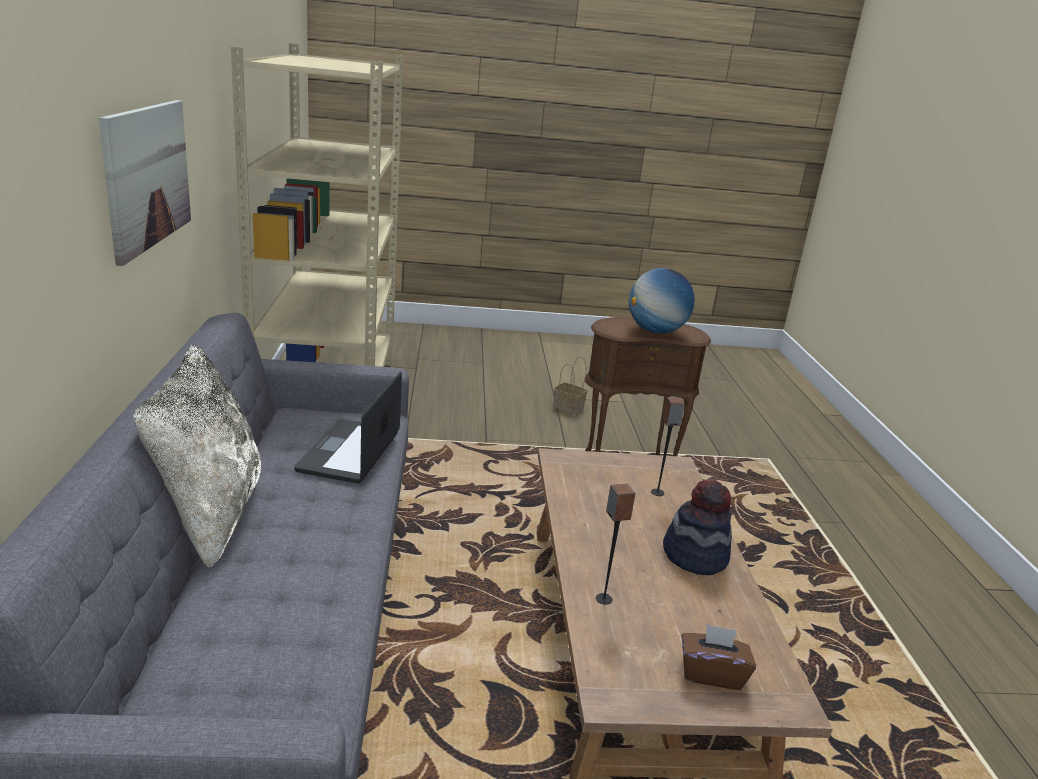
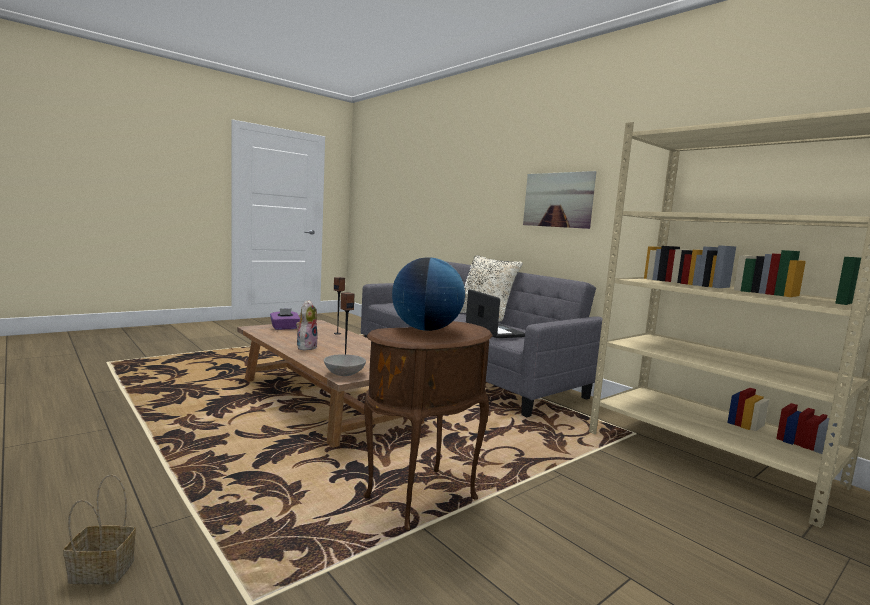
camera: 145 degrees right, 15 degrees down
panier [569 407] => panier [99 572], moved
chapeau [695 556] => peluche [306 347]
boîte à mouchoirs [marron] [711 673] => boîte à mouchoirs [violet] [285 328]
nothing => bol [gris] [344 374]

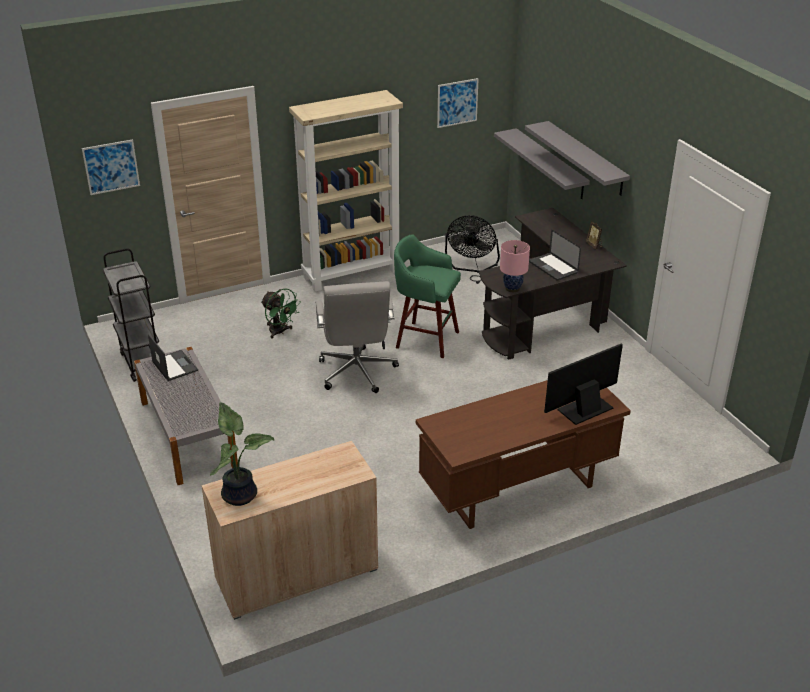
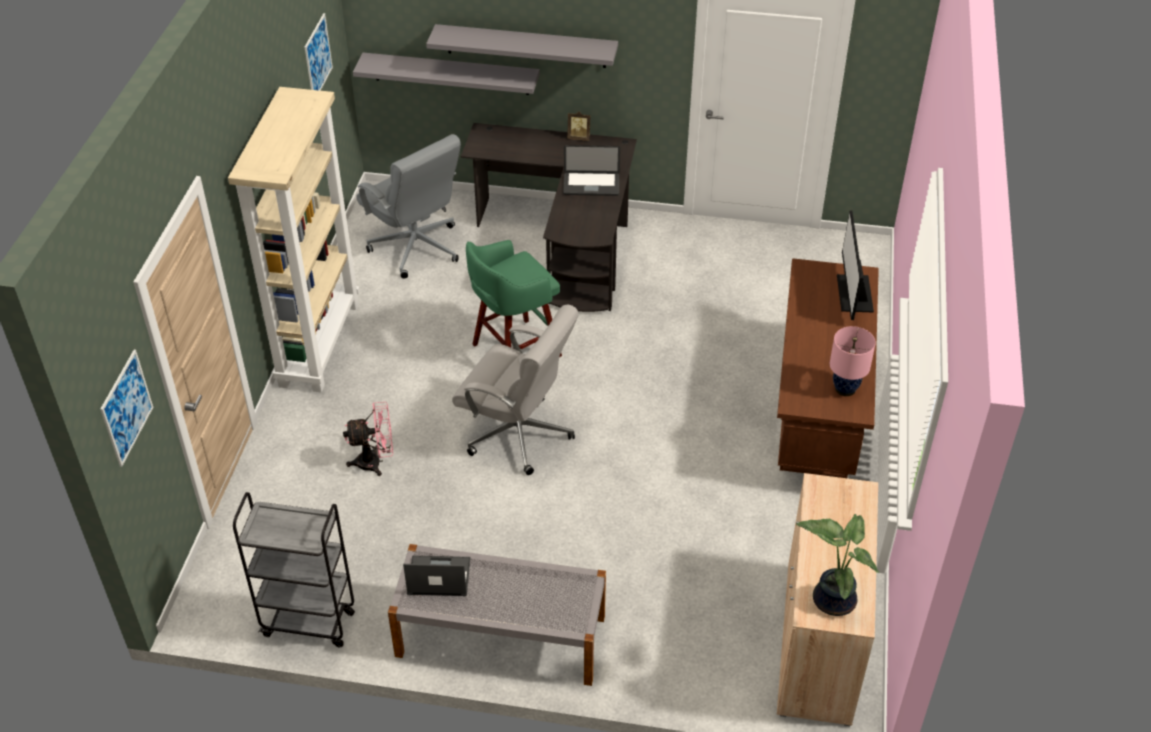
camera: 55 degrees left, 10 degrees up
ventilateur [noir] [471 267] => chaise de bureau [gris] [416 246]
lampe de table [rose] [512 288] => lampe de table [rose] [845 388], moved
ventilateur [vert] [280 332] => ventilateur [rose] [375 462]

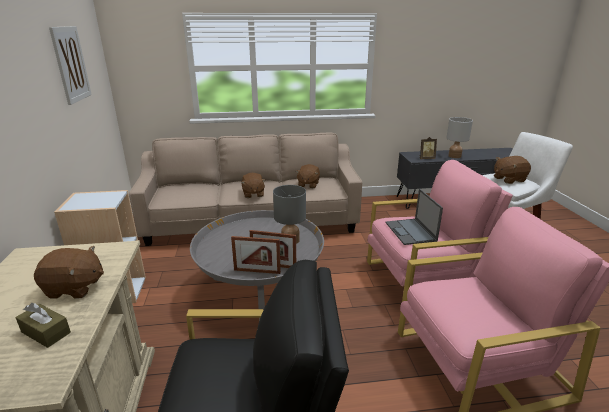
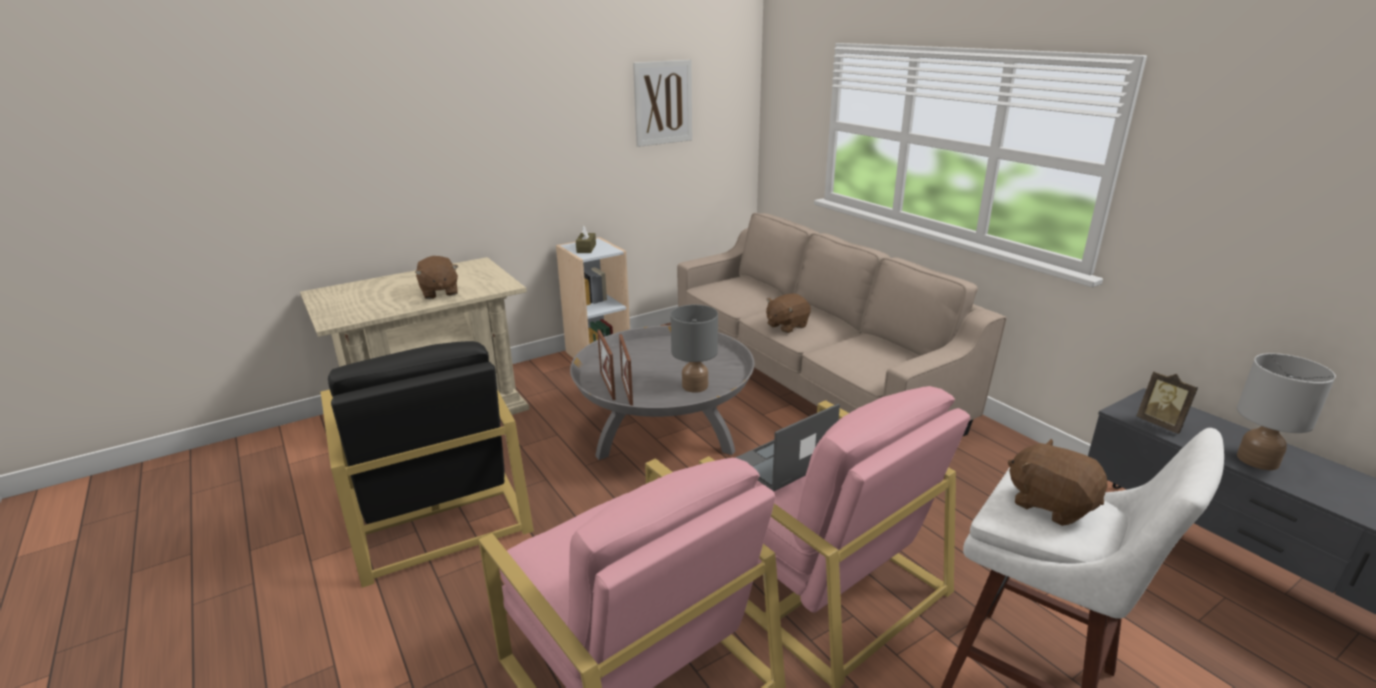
camera: 65 degrees right, 0 degrees up
peluche [marron] [308 184] => nothing
boîte à mouchoirs [marron] [46 332] => boîte à mouchoirs [marron] [586 248], moved

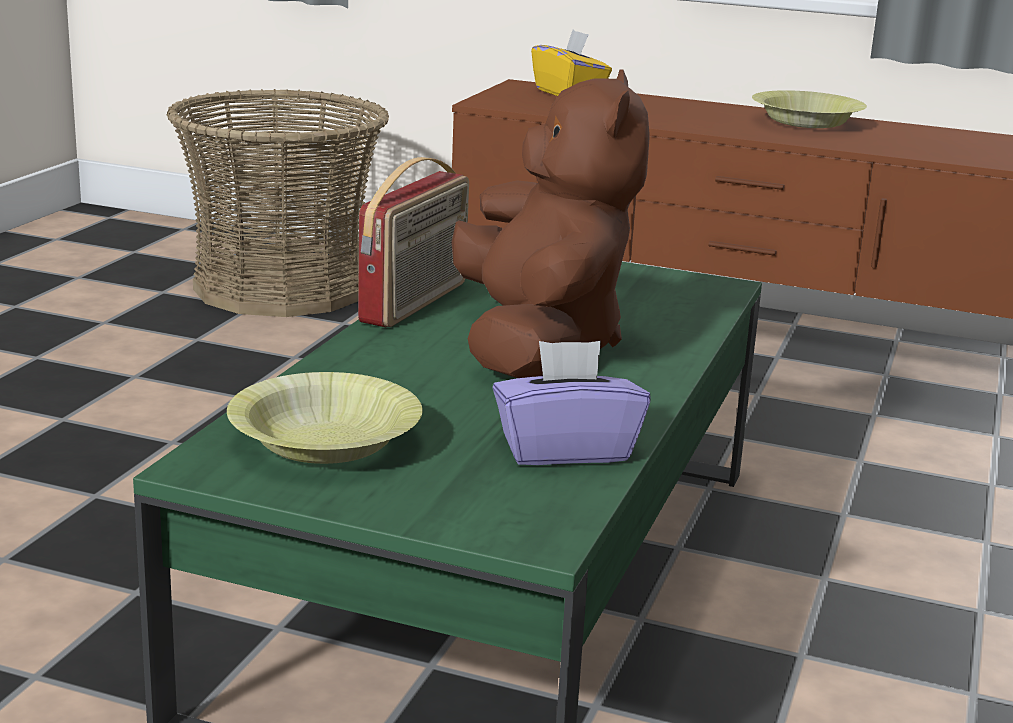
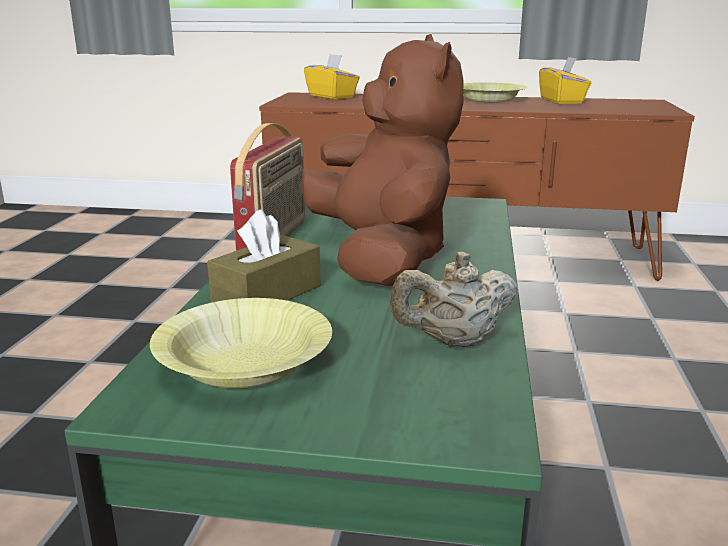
camera: 10 degrees left, 0 degrees up
panier [281 287] => nothing
boîte à mouchoirs [violet] [565 449] => théière [beige] [454 342]
nothing => boîte à mouchoirs [jaune] [562 101]
nothing => boîte à mouchoirs [marron] [267 294]

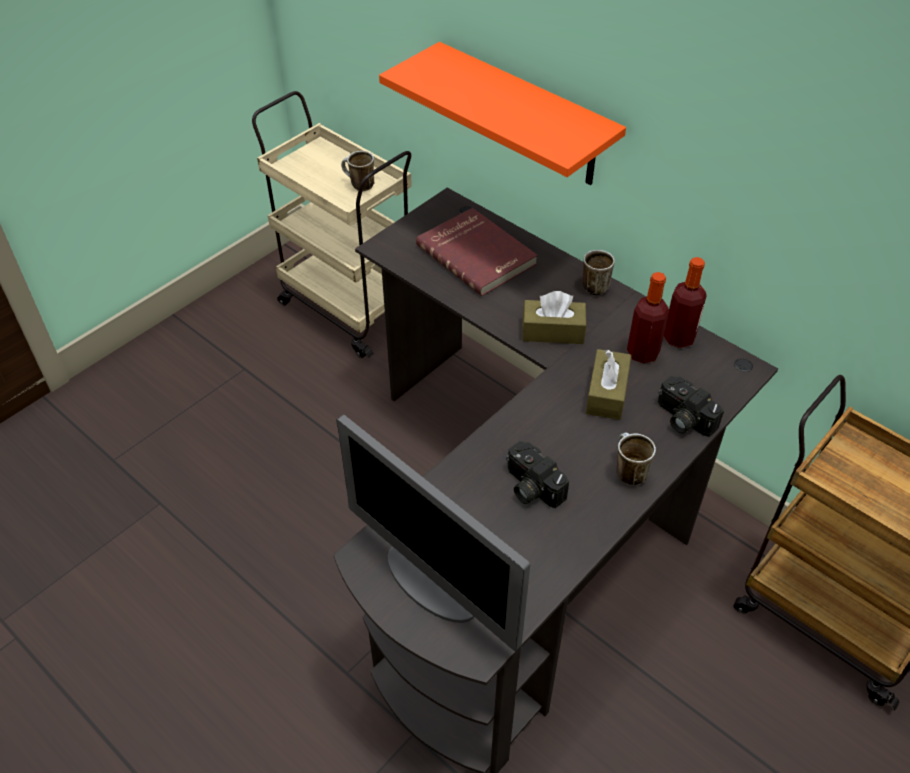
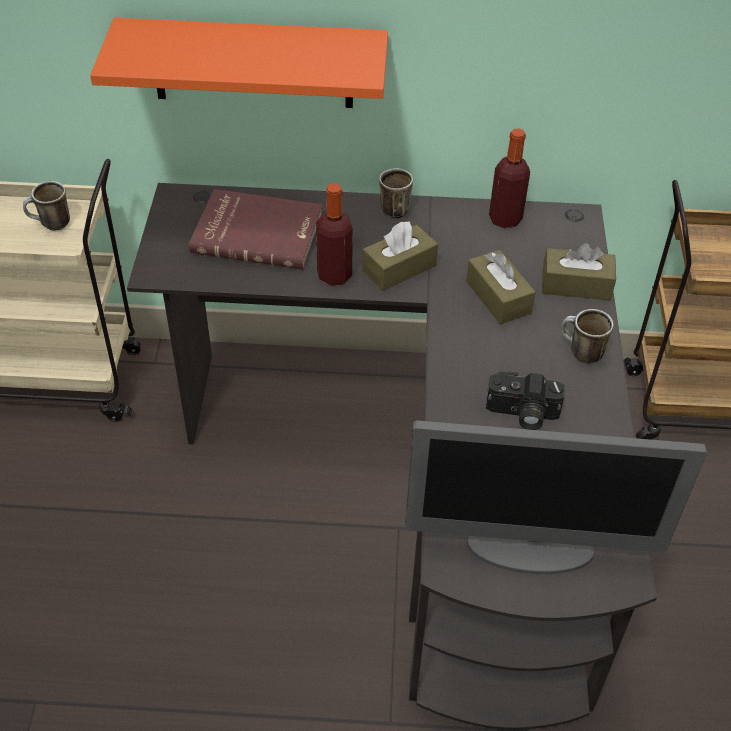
camera: 40 degrees left, 0 degrees up
bouteille [642 353] => bouteille [334 275], moved
appareil photo [682 419] => boîte à mouchoirs [marron] [576 285]

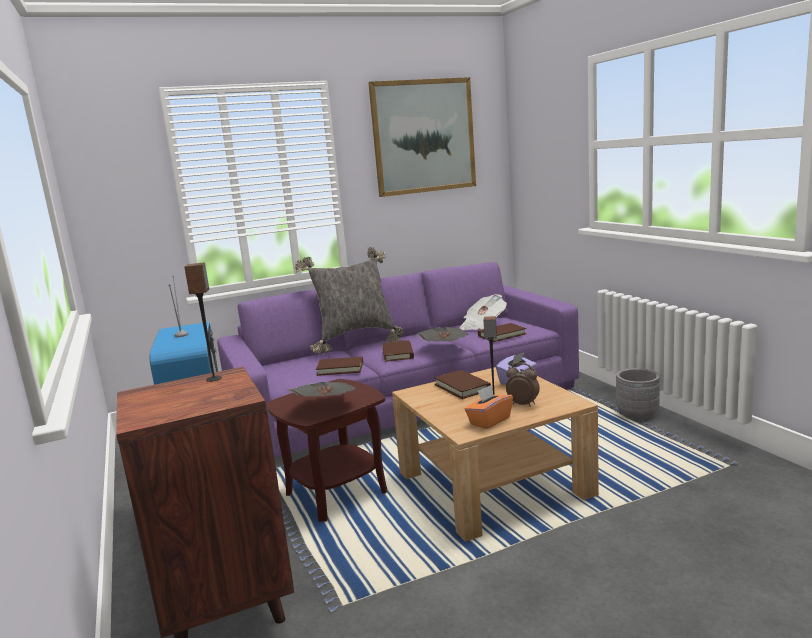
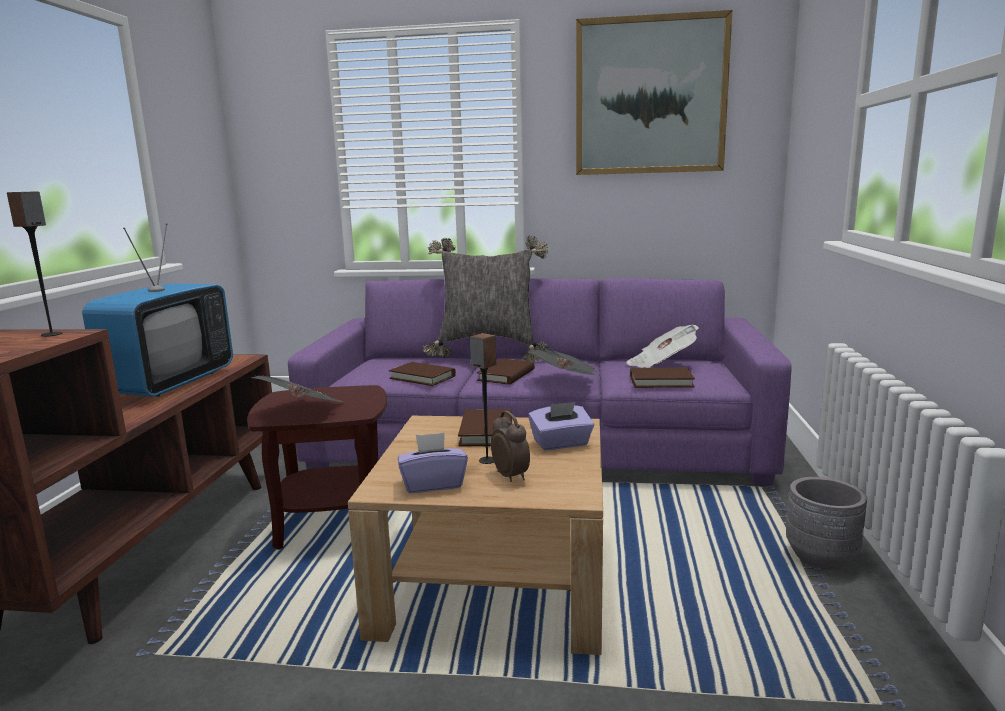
camera: 30 degrees right, 0 degrees up
boîte à mouchoirs [orange] [489 421] => boîte à mouchoirs [violet] [433 484]

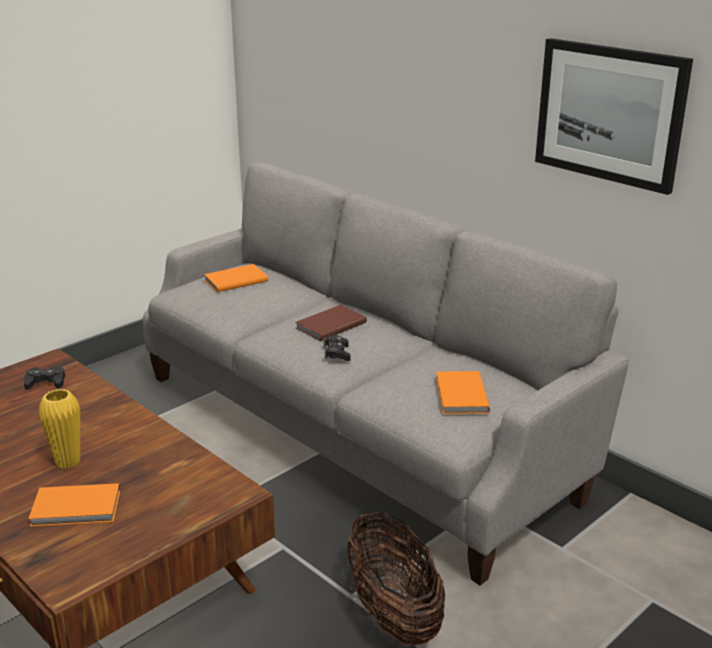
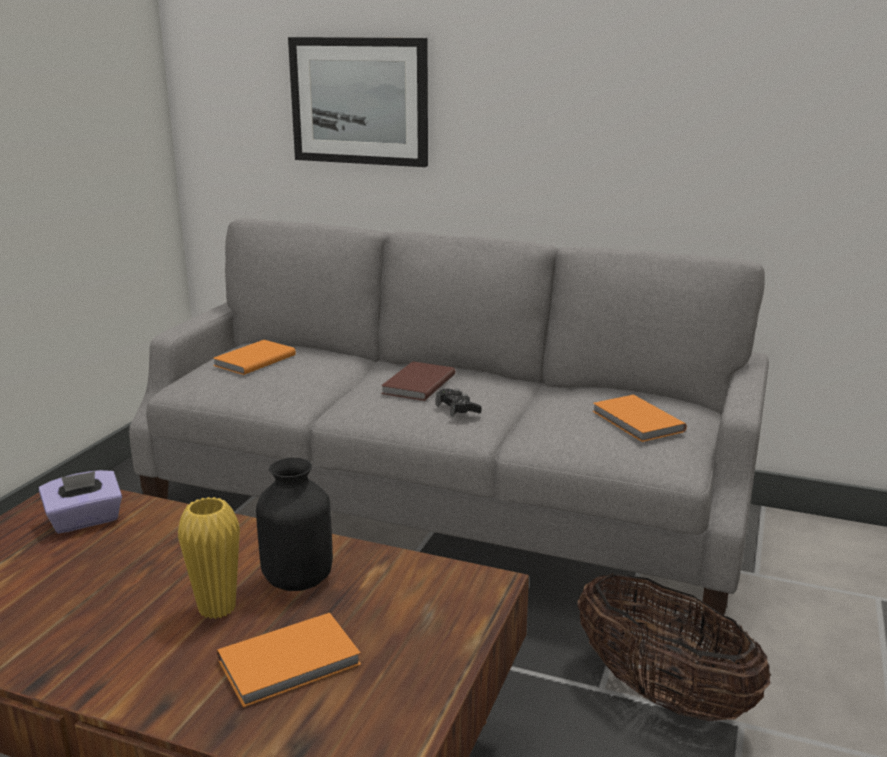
camera: 25 degrees left, 5 degrees down
tableau [609 113] => tableau [359 101], moved
manette [noir] [46 382] => boîte à mouchoirs [violet] [85 520]
nothing => vase [noir] [296 579]

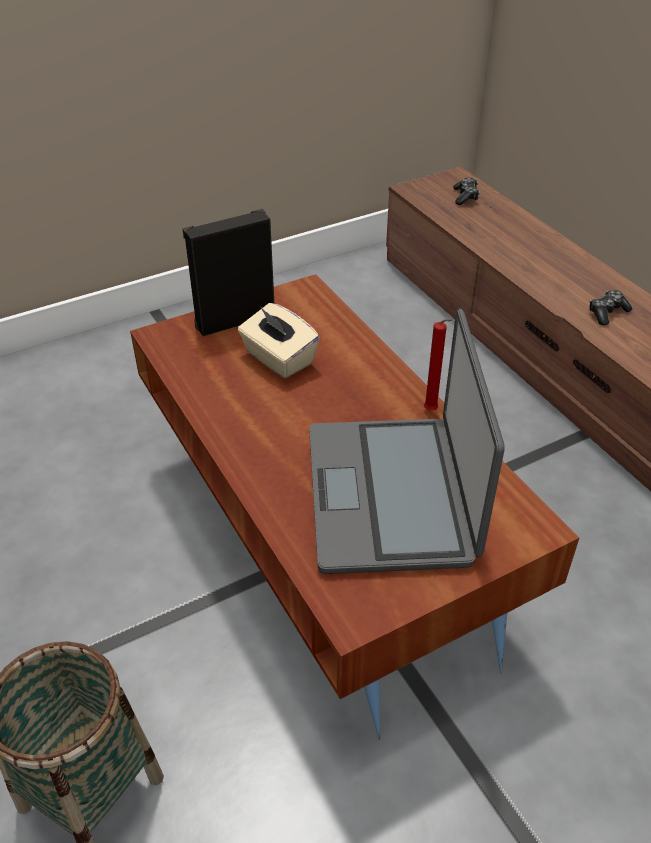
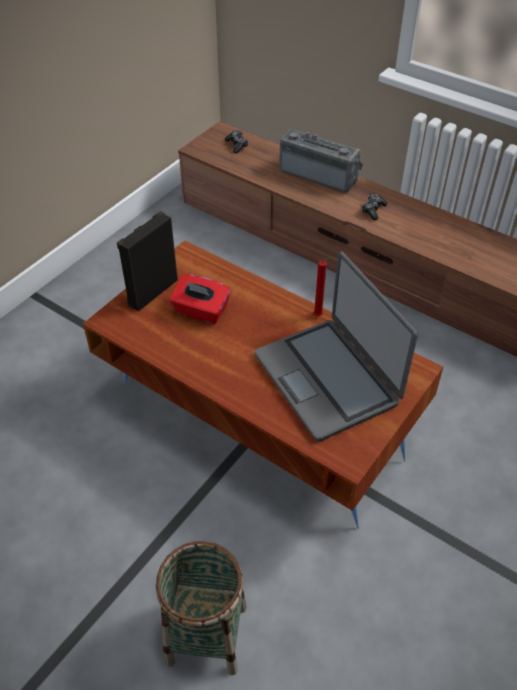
camera: 25 degrees left, 5 degrees up
boîte à mouchoirs [beige] [278 359] => boîte à mouchoirs [rouge] [201 311]
nothing => radio [319 174]

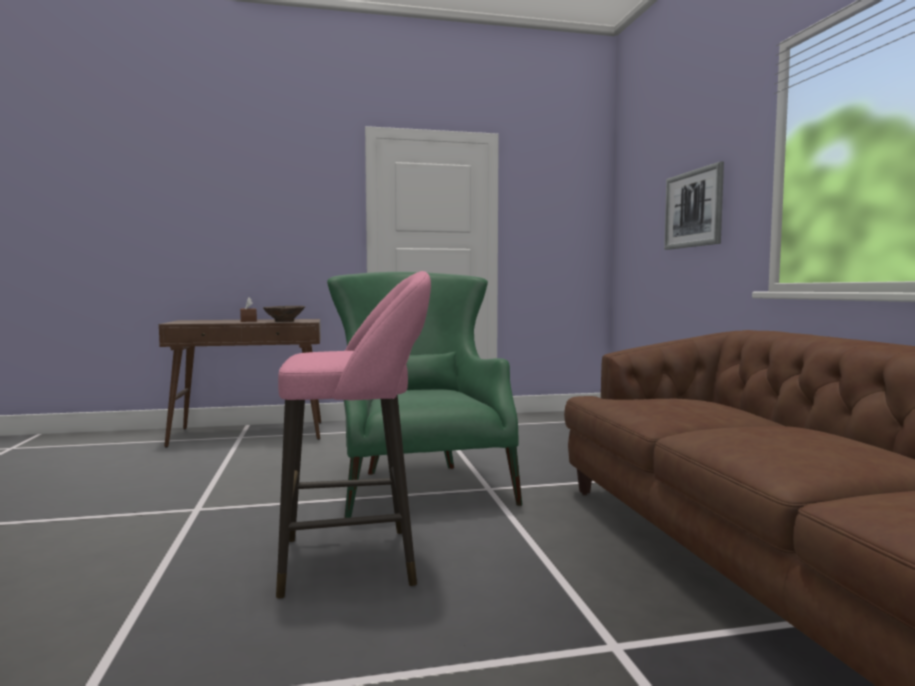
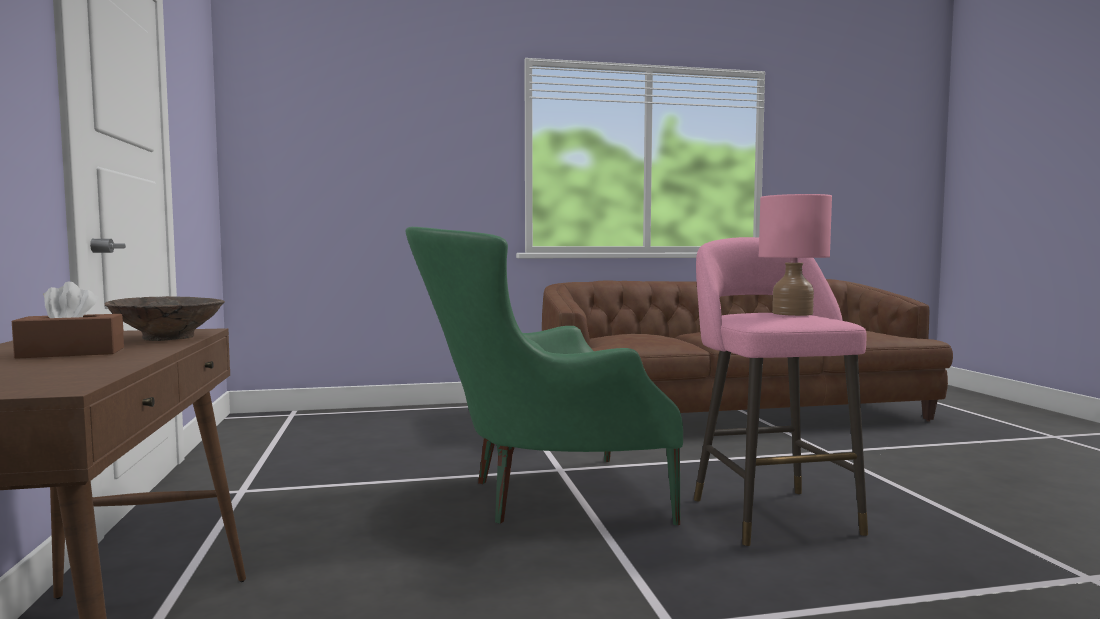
camera: 90 degrees left, 0 degrees up
tableau [693 209] => nothing
nothing => lampe de table [rose] [792 314]

